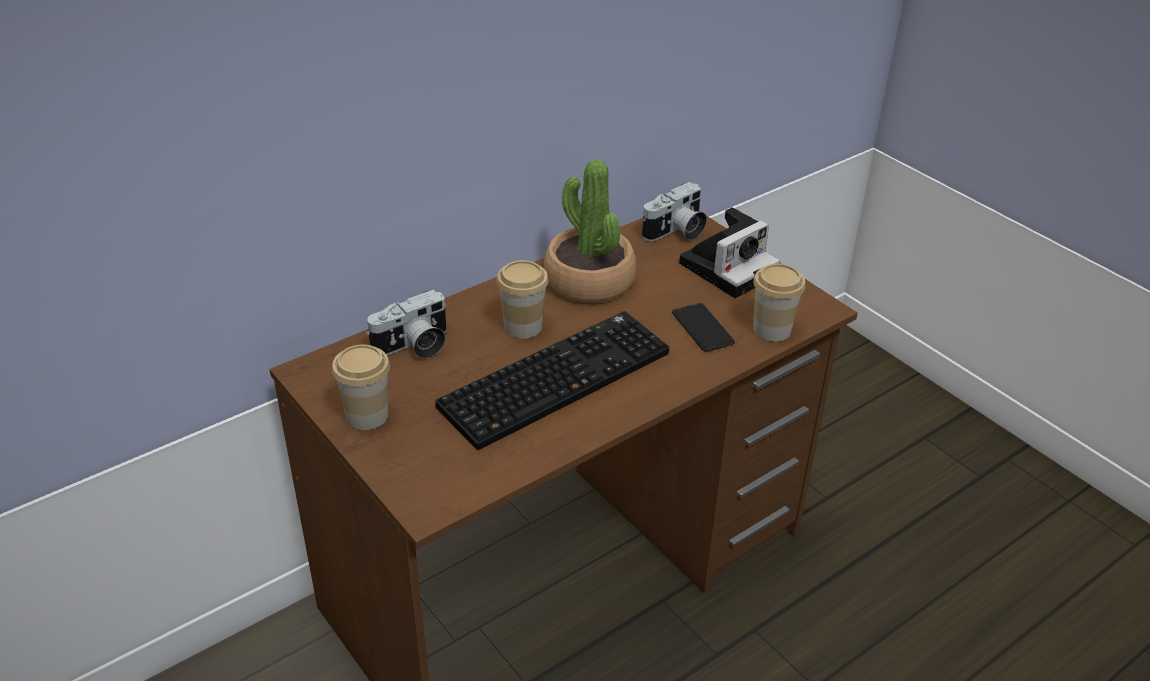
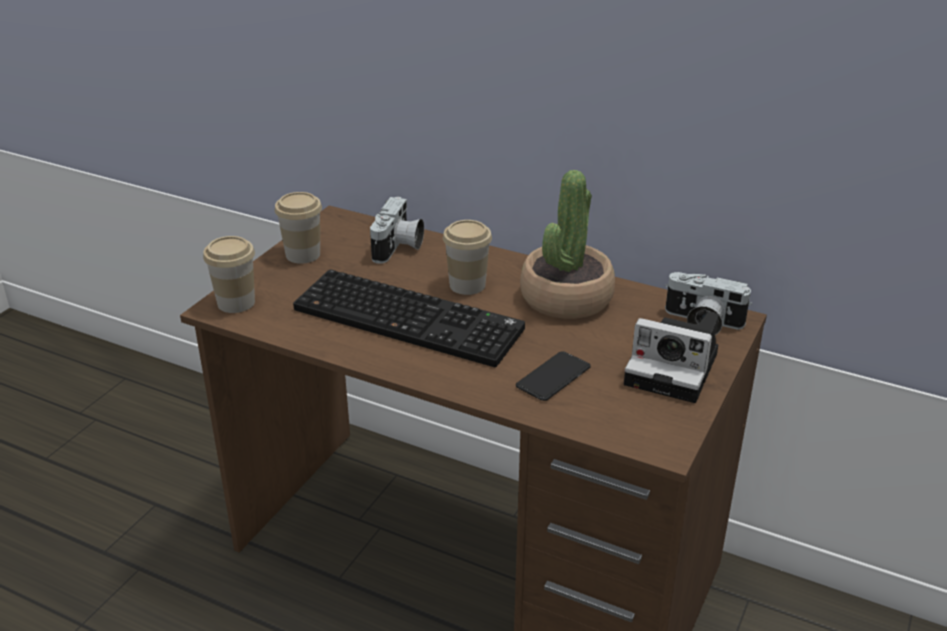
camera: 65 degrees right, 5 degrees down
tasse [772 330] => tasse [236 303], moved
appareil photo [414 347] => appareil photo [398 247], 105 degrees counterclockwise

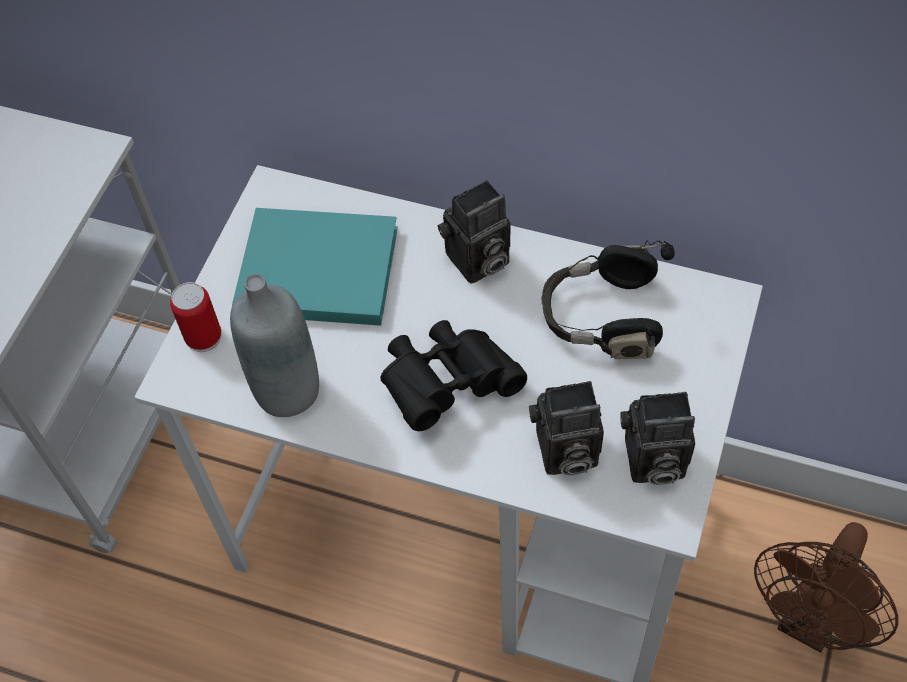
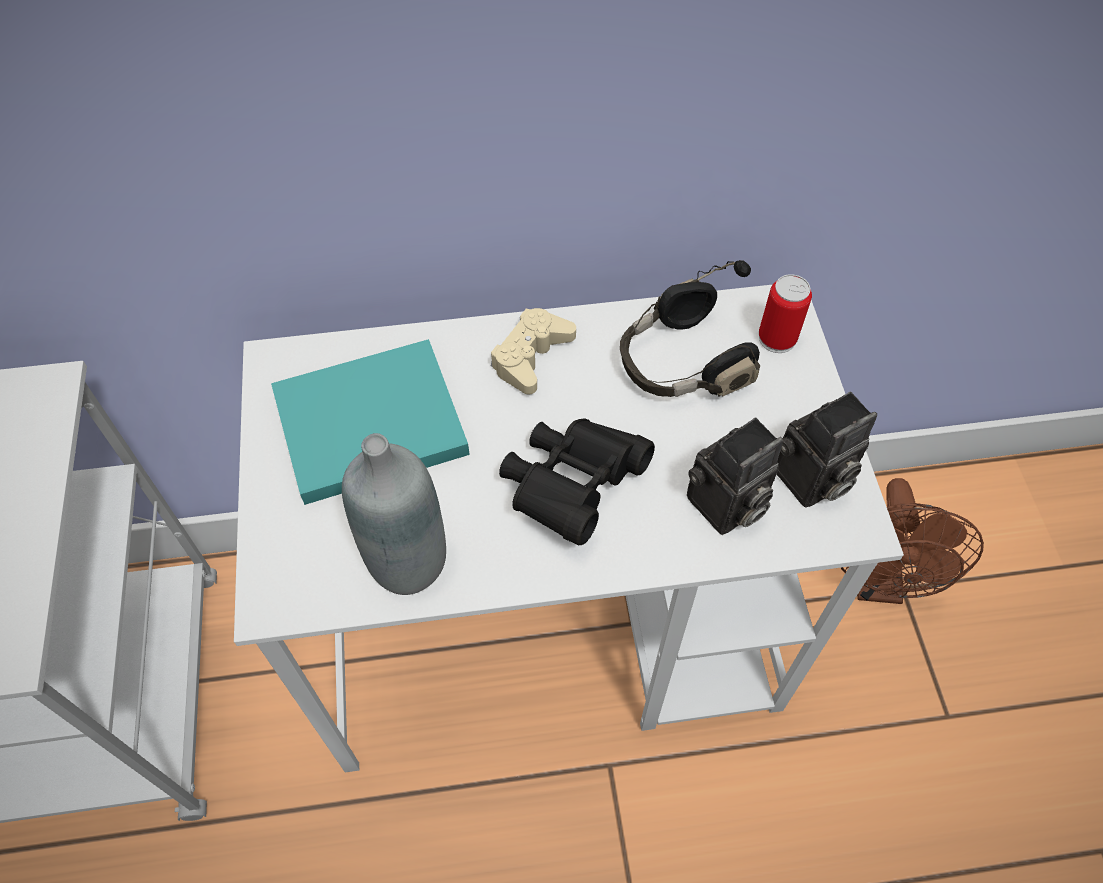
camera: 30 degrees left, 0 degrees up
appareil photo [477 262] => manette [beige] [531 356]
boîte métallique [203 337] => boîte métallique [777 338], moved

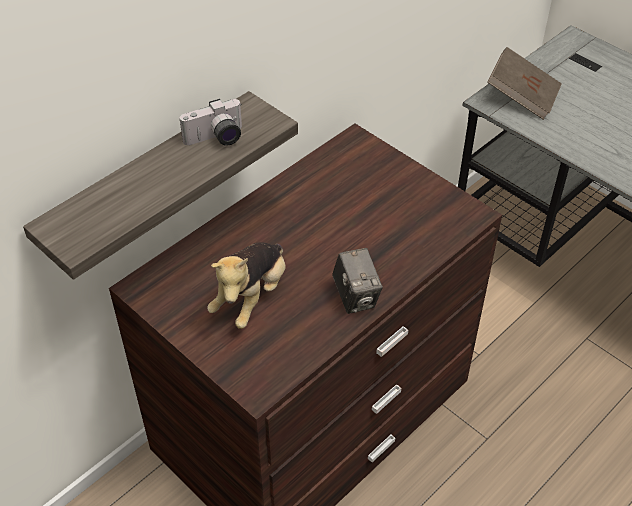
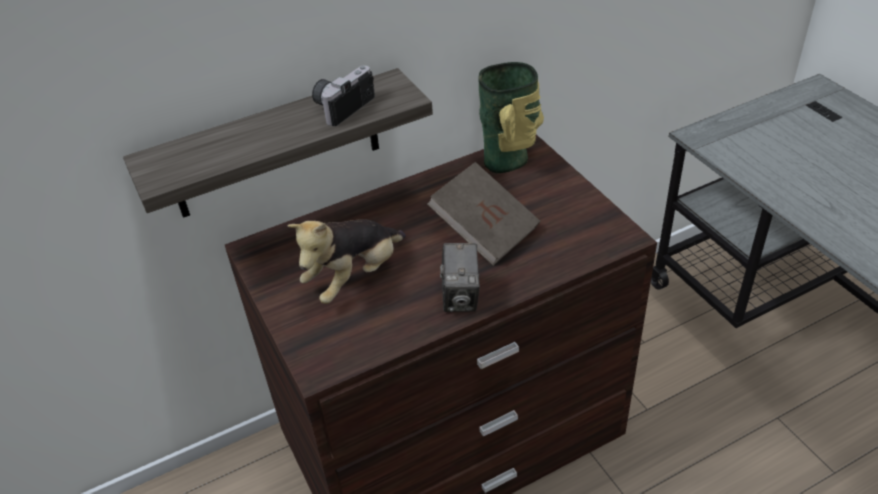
camera: 20 degrees right, 5 degrees down
livre [marron] [522 97] => livre [marron] [485 230], moved
appareil photo [216 139] => appareil photo [342 106], 135 degrees clockwise
nothing => vase [508 159]

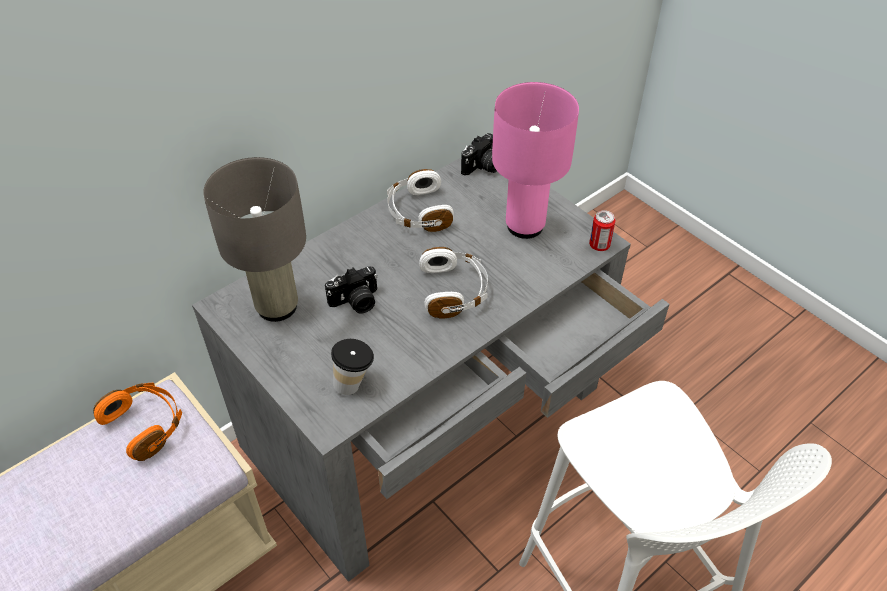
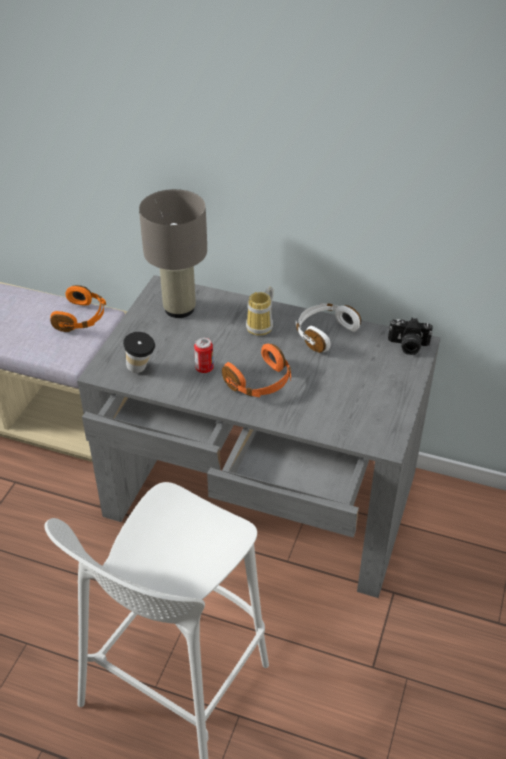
camera: 60 degrees right, 5 degrees down
lampe de table [rose] [524 225] => nothing
boîte métallique [599 245] => boîte métallique [204 368], moved
casque audio [blanc] [454 291] => casque audio [orange] [260 383]
appareil photo [356 302] => nothing
nothing => mug [262 326]

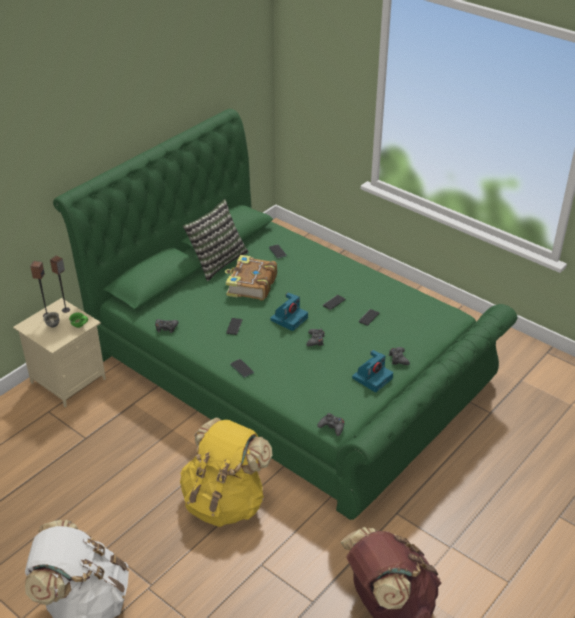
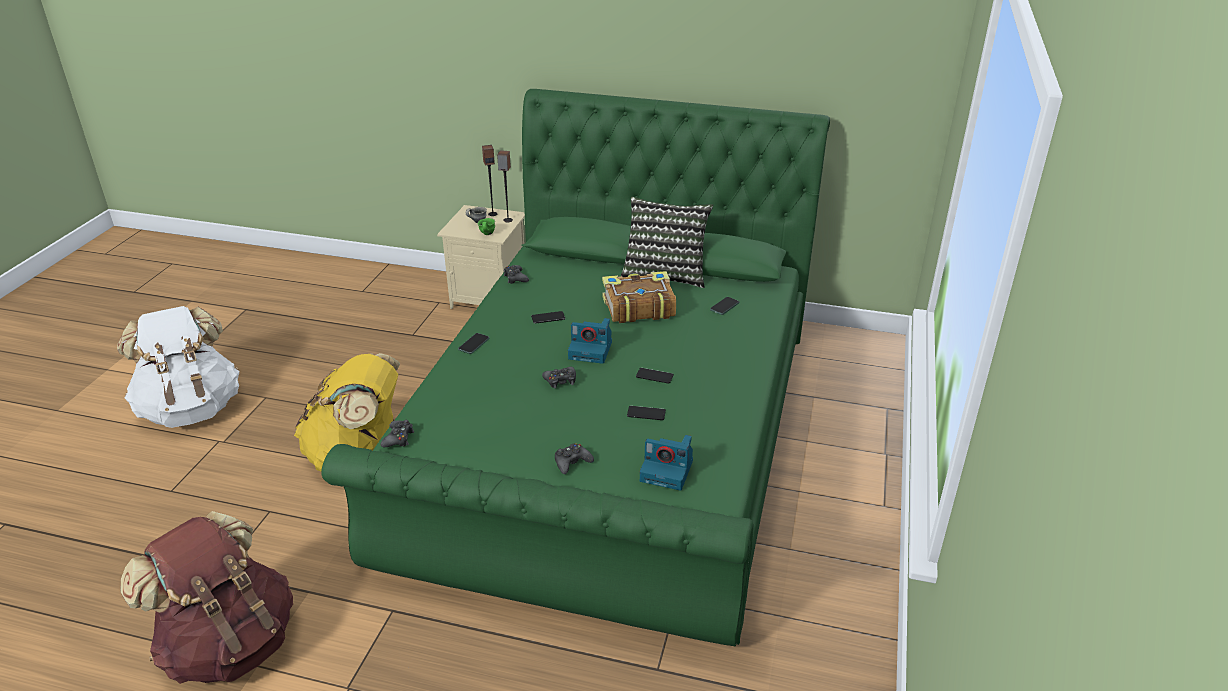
camera: 65 degrees right, 5 degrees down
appareil photo [372 377] => appareil photo [668 471], moved

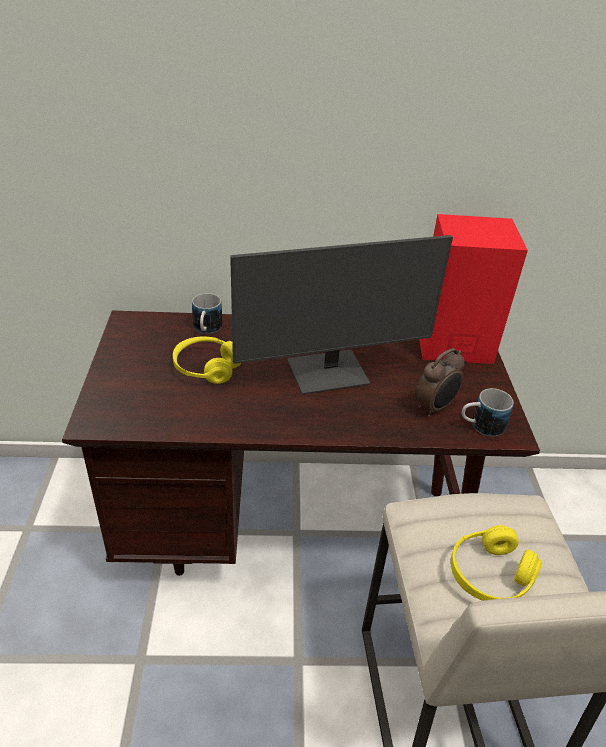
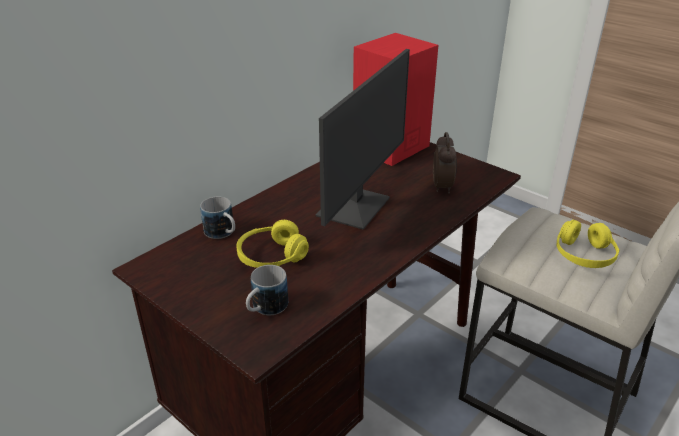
camera: 45 degrees left, 5 degrees down
mug [480 426] => mug [265 309], moved

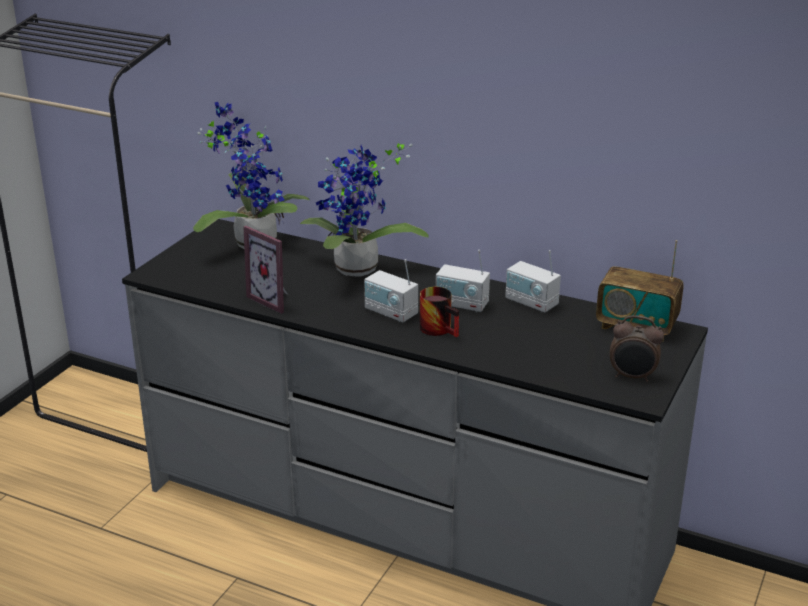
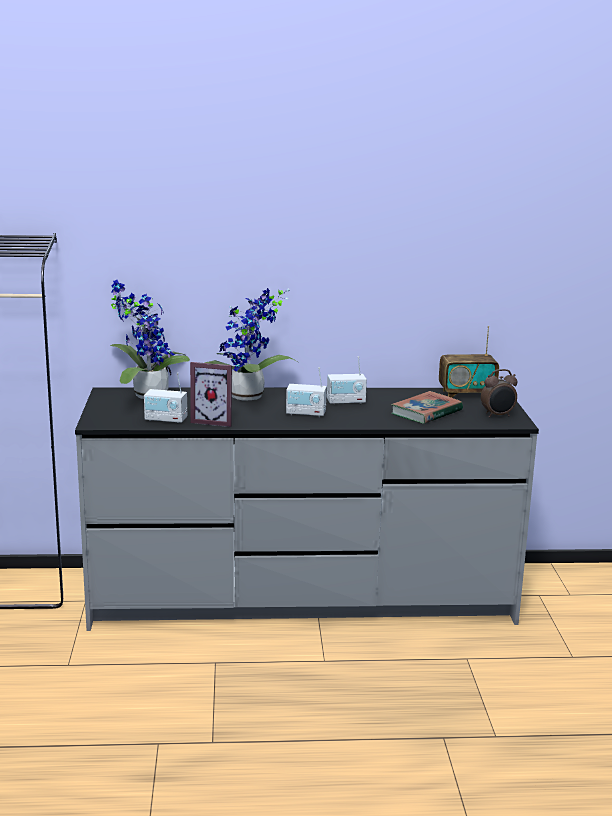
camera: 30 degrees left, 10 degrees down
radio [531 303] => radio [166 420], moved
mug [441 329] => nothing
nothing => livre [426 412]

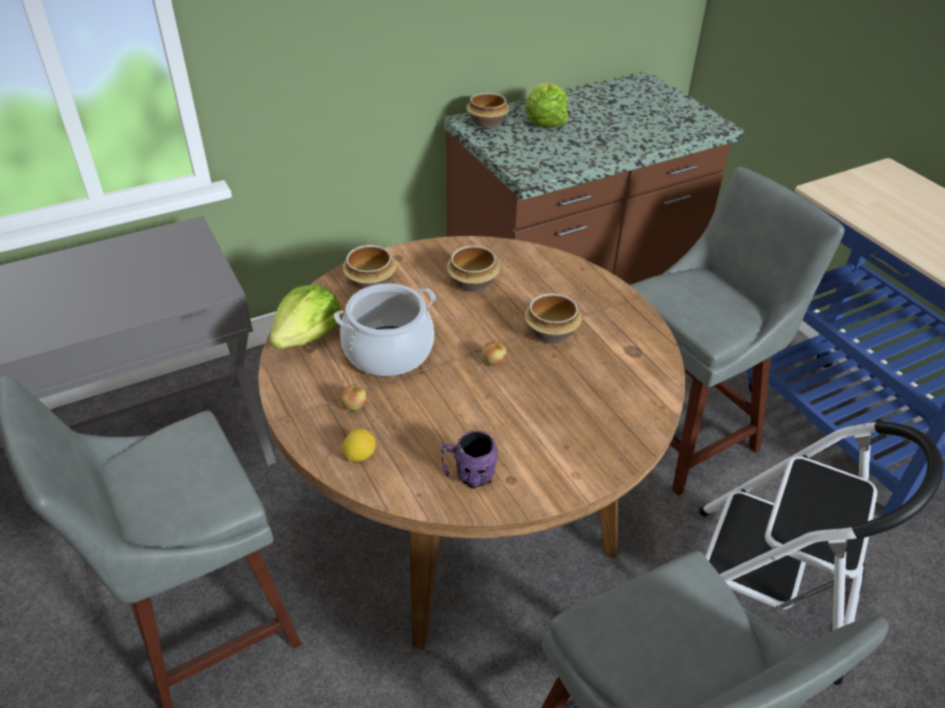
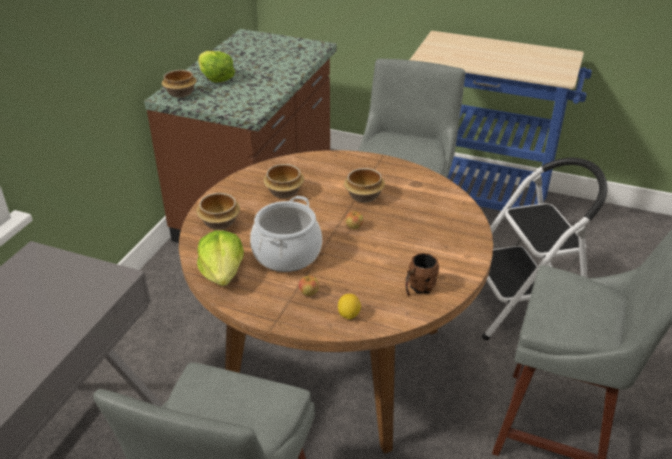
camera: 40 degrees left, 5 degrees down
mug [violet] [468 475] => mug [marron] [418 288]

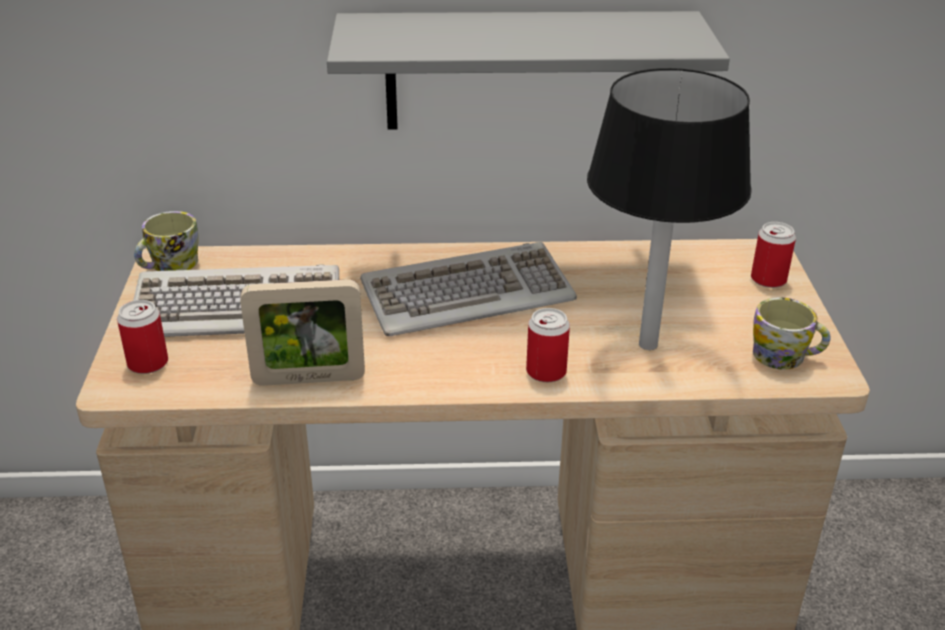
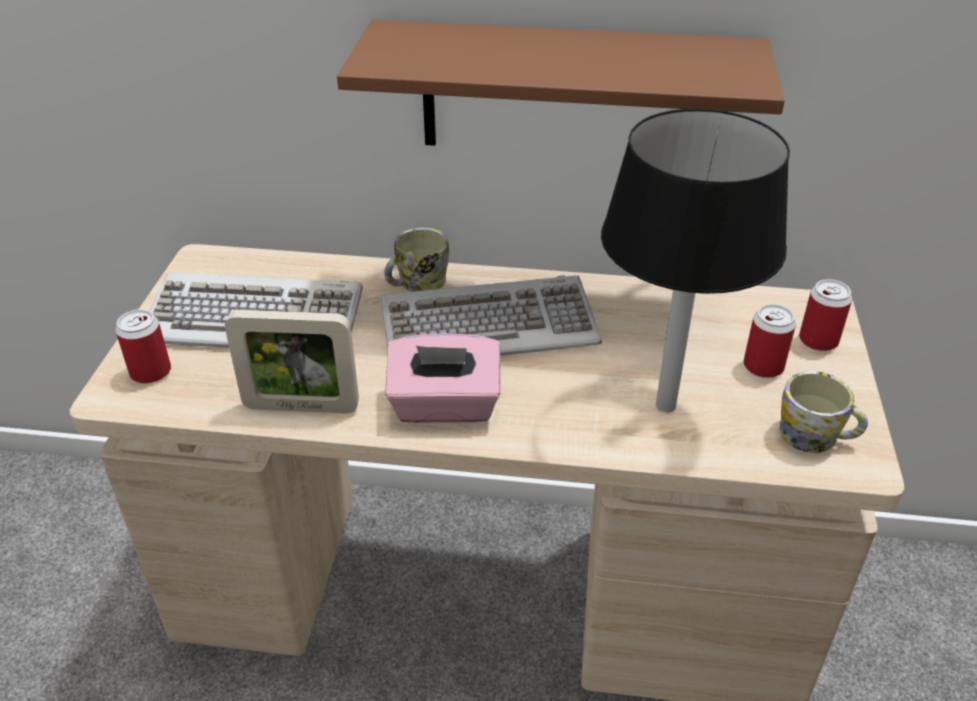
camera: 10 degrees right, 5 degrees up
étagère [gris] [517 71] => étagère [marron] [562 92]
mug [169 266] => mug [416 283], moved
boîte métallique [546 372] => boîte métallique [763 366], moved
nothing => boîte à mouchoirs [rose] [444 406]

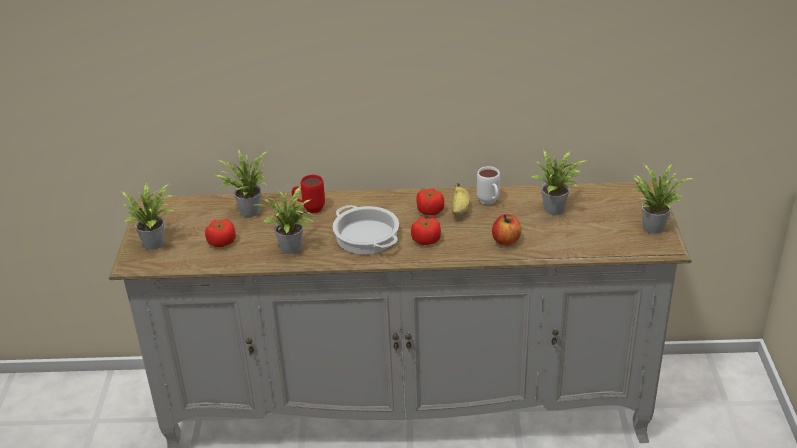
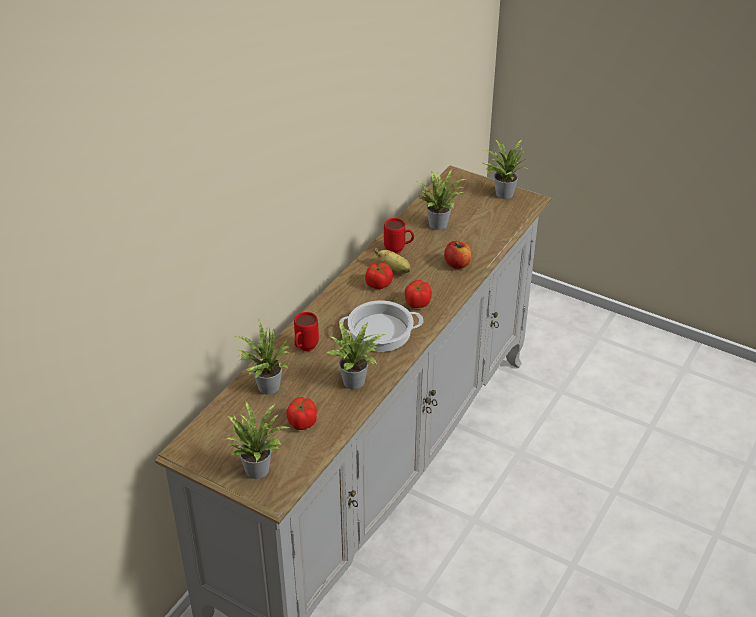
camera: 60 degrees left, 5 degrees up
mug [blanc] [489 203] => mug [rouge] [398 250]

